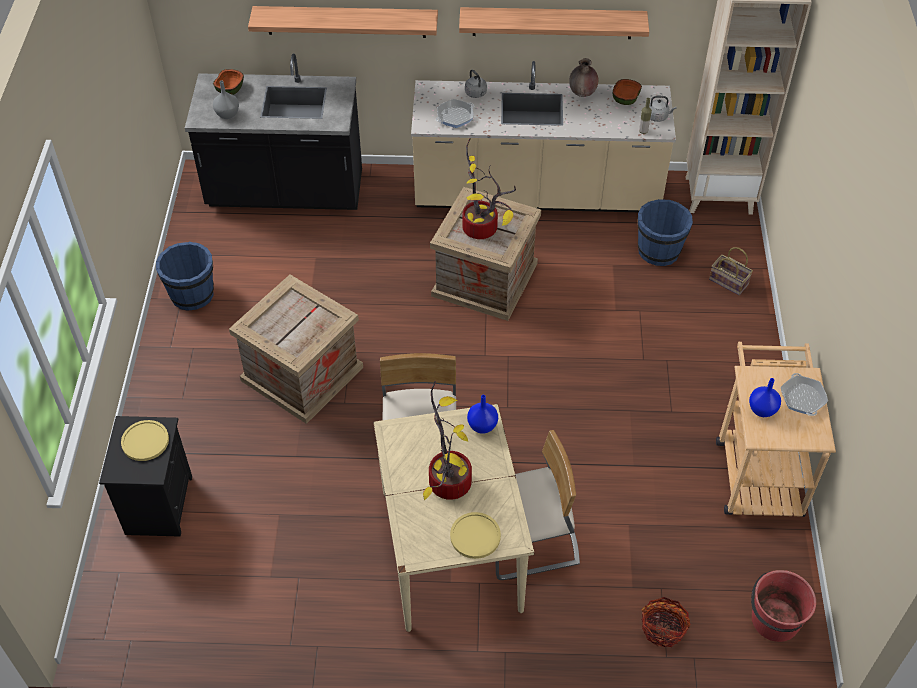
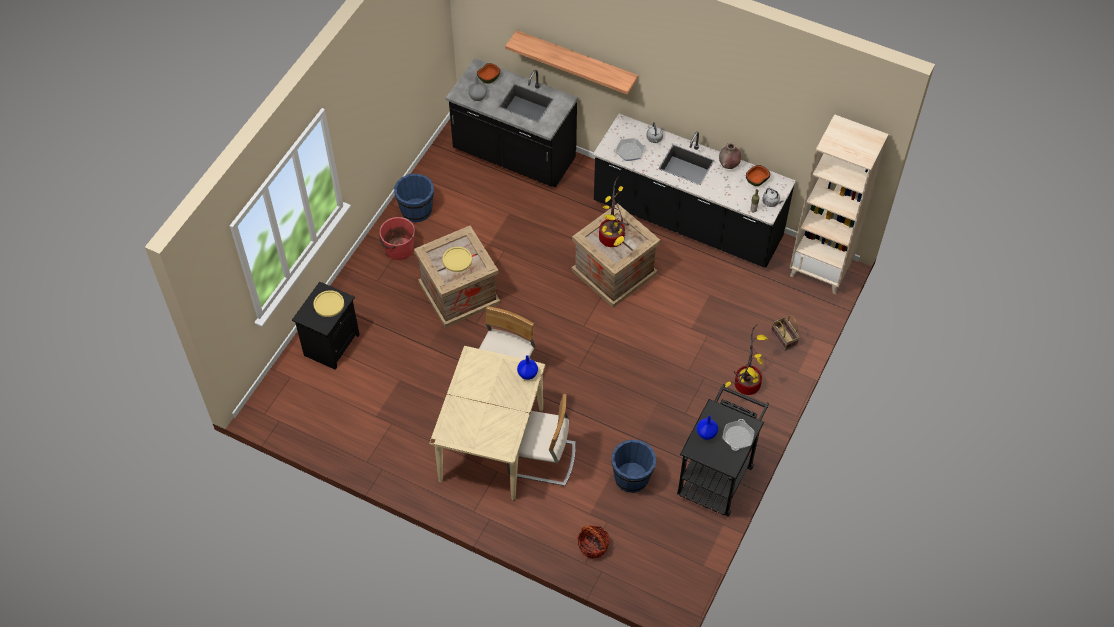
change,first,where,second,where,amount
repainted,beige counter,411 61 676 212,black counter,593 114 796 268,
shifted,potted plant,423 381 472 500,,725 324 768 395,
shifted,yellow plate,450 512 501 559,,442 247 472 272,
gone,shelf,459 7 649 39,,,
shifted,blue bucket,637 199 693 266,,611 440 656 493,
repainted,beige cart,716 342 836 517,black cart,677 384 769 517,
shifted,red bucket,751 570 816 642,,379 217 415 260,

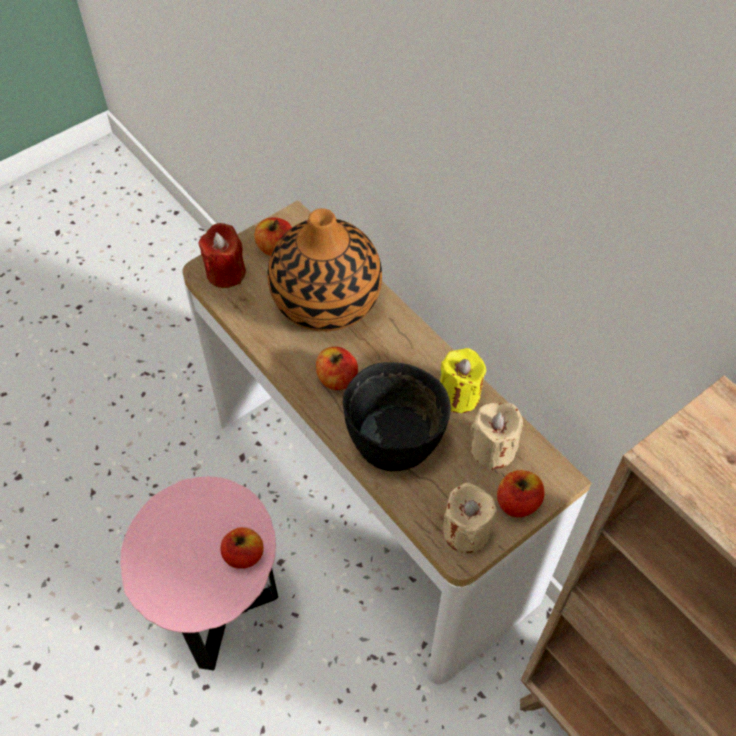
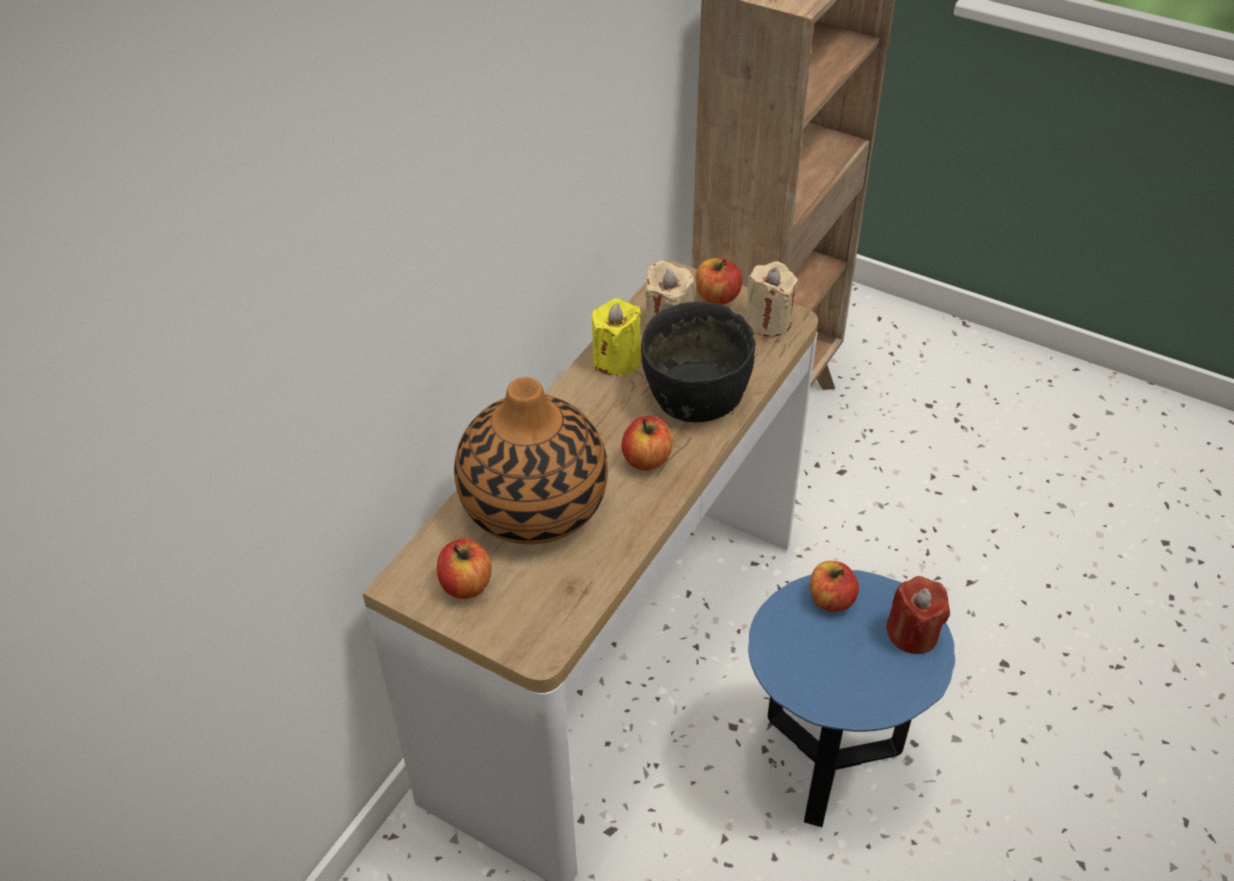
change,first,where,second,where,amount
repainted,pink side table,121 477 278 671,blue side table,748 570 955 827,
shifted,red candle,198 223 246 288,,886 576 950 654,

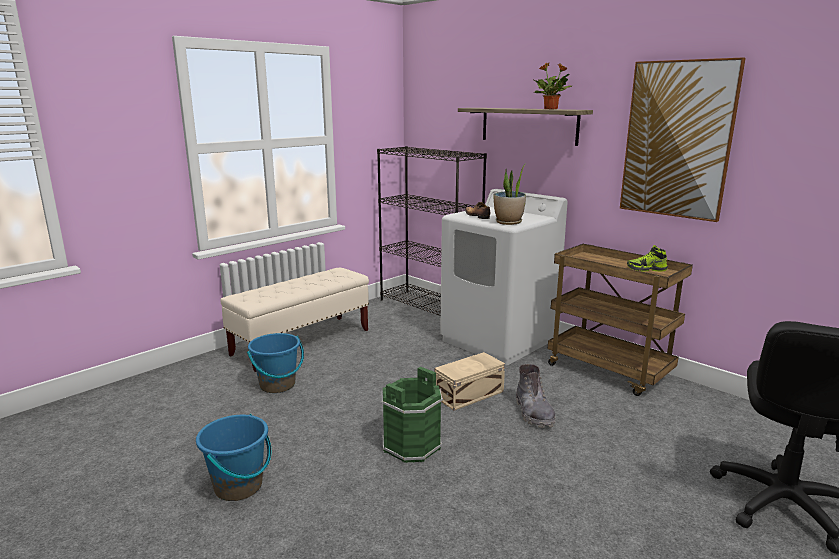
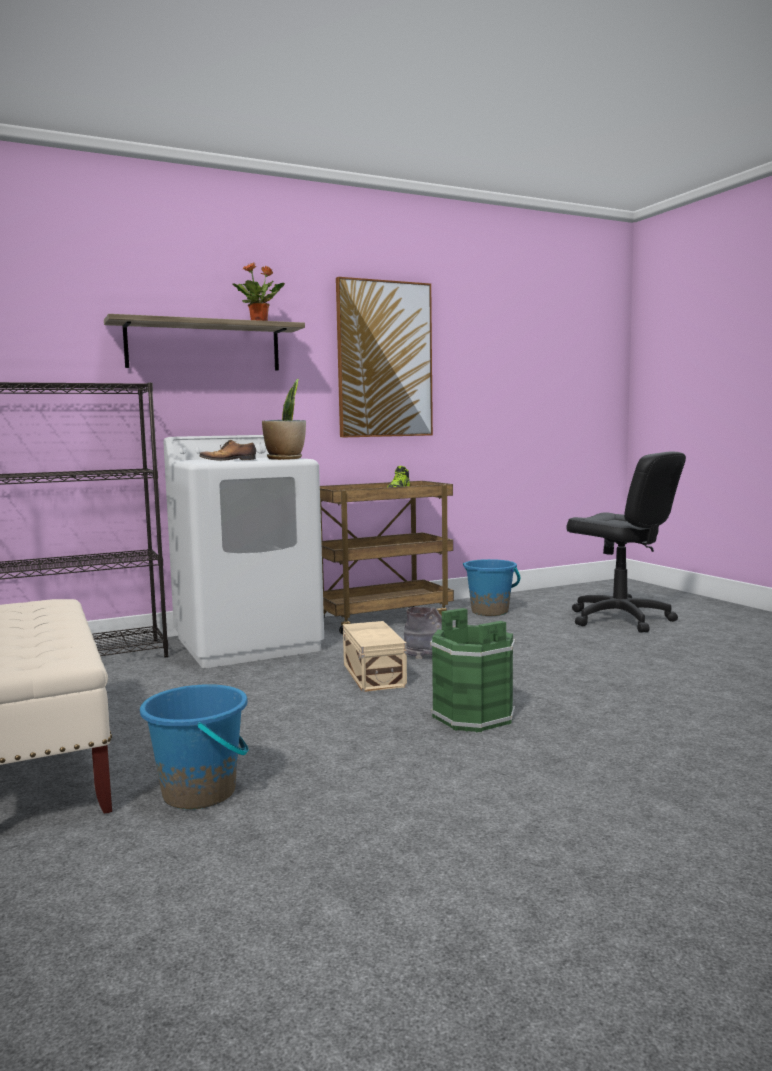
change,first,where,second,where,amount
shifted,blue bucket,196 414 271 501,,463 559 520 616,

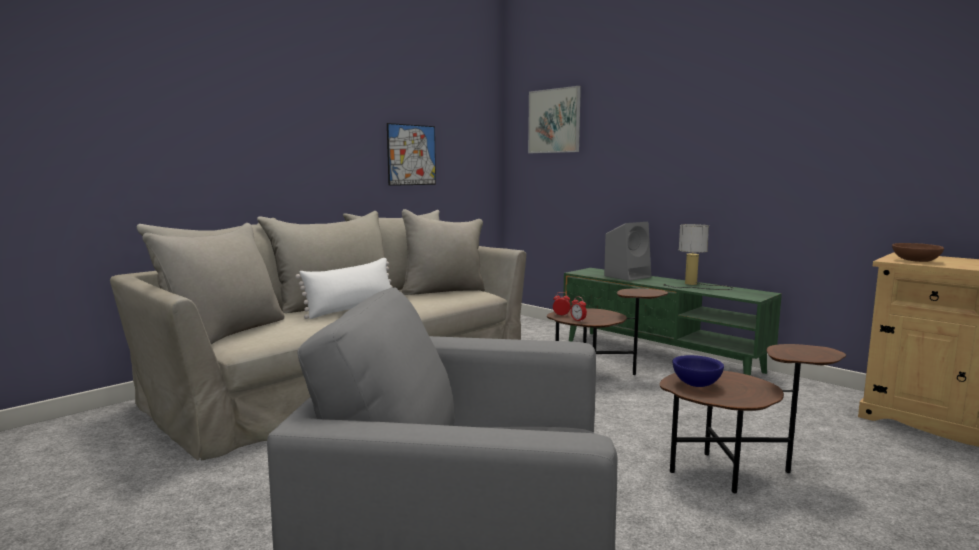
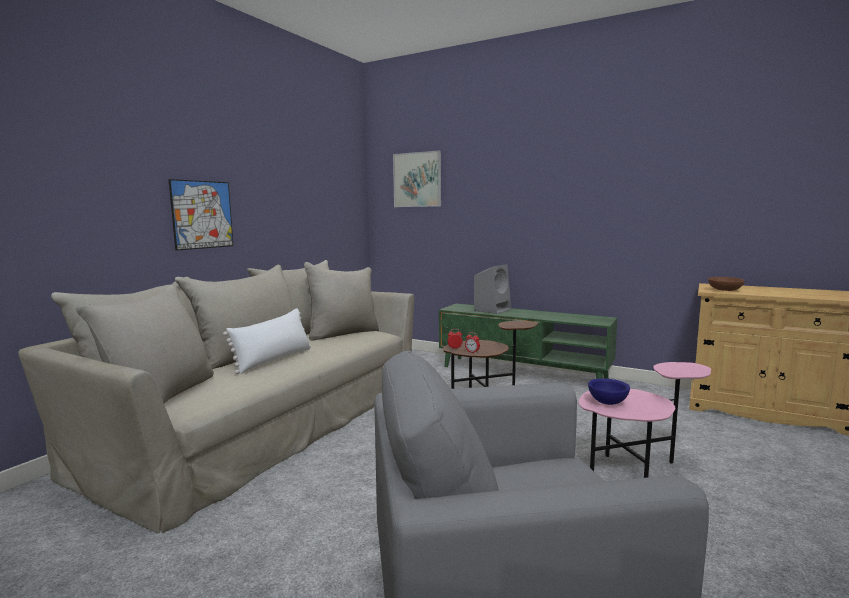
change,first,where,second,where,amount
shifted,picture,387 123 436 186,,168 179 233 251,
repainted,brown side table,660 344 846 493,pink side table,579 362 711 478,
gone,table lamp,664 224 734 290,,,

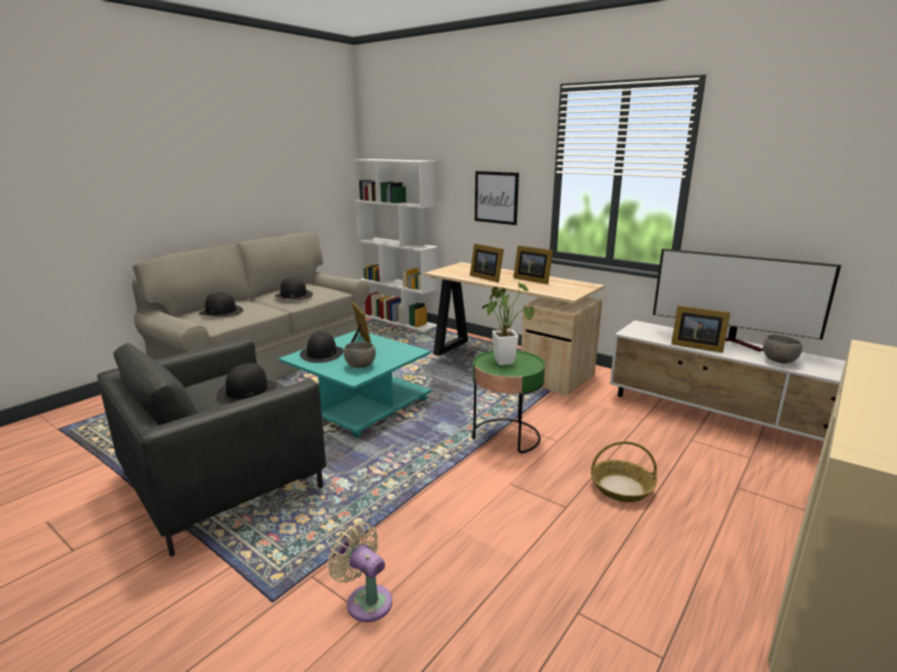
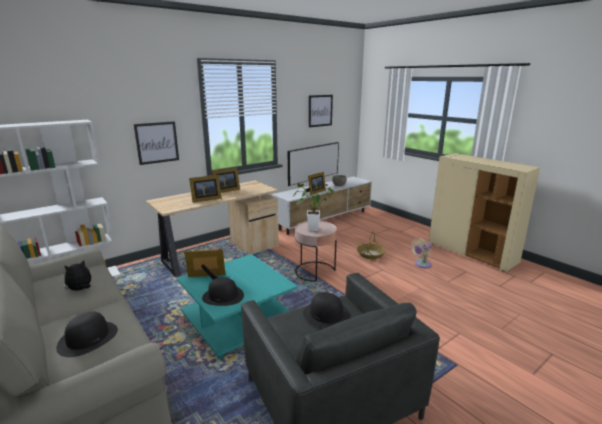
change,first,where,second,where,amount
swapped,black hat,275 278 313 300,plush toy,64 260 91 291,
shifted,beige fan,327 522 392 622,,411 238 432 268,
gone,grey bowl,344 342 376 368,,,
repainted,green side table,472 350 545 453,pink side table,295 221 337 282,
new,,,picture,309 95 333 127,

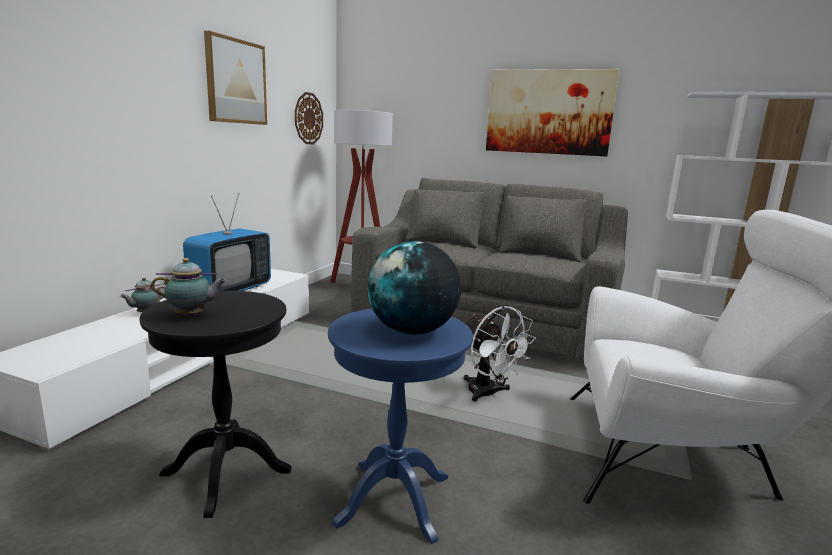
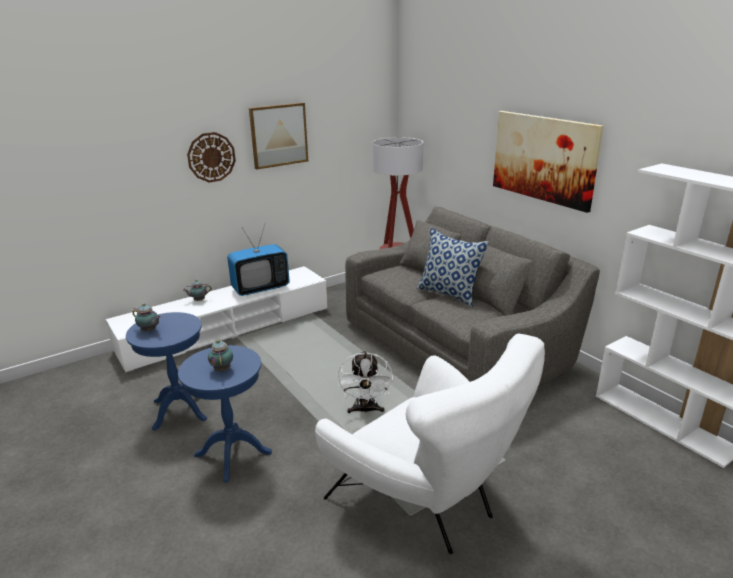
change,first,where,second,where,amount
repainted,black side table,140 291 292 518,blue side table,126 312 207 431,
shifted,wall clock,295 92 323 144,,187 132 236 182,
swapped,globe,368 241 461 335,teapot,208 340 233 371,
new,,,pillow,417 228 489 307,

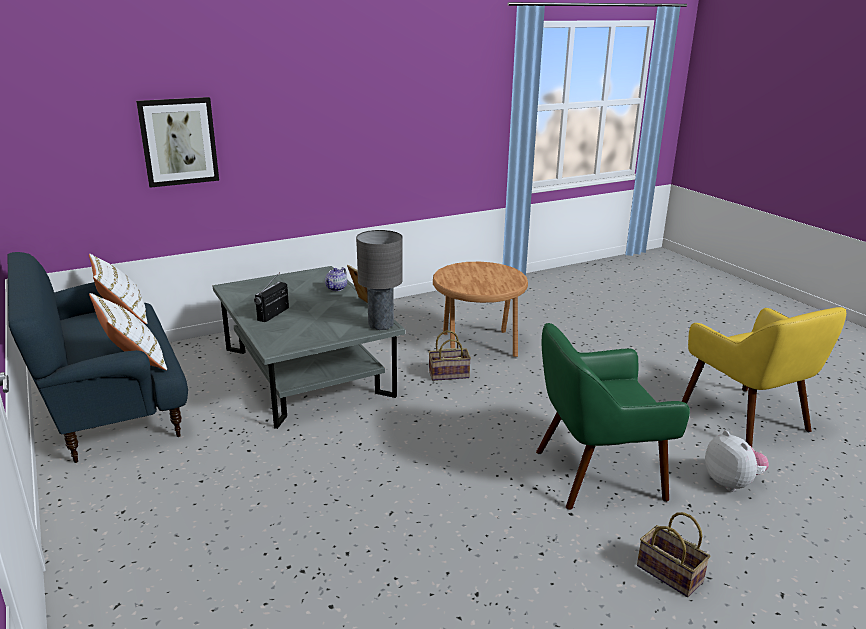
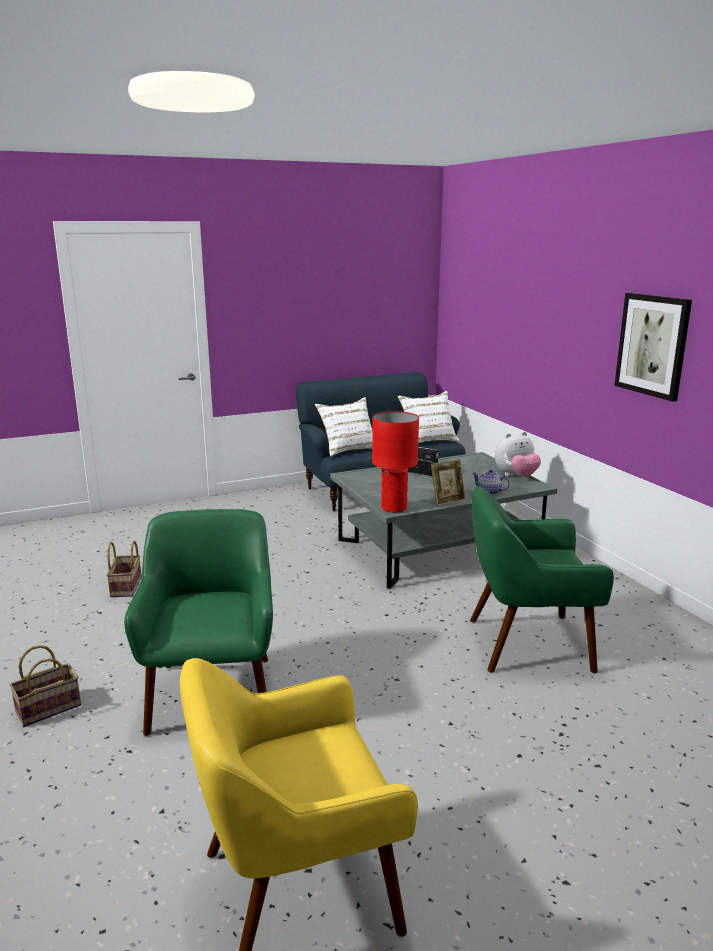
change,first,where,second,where,amount
shifted,picture,136 97 219 188,,614 293 692 402,
repainted,grey table lamp,356 230 403 330,red table lamp,372 411 419 513,
shifted,basket,429 330 471 381,,106 541 141 597,
swapped,brown side table,433 262 528 357,green armchair,470 486 614 673,
shifted,plush toy,705 430 769 491,,495 432 541 477,

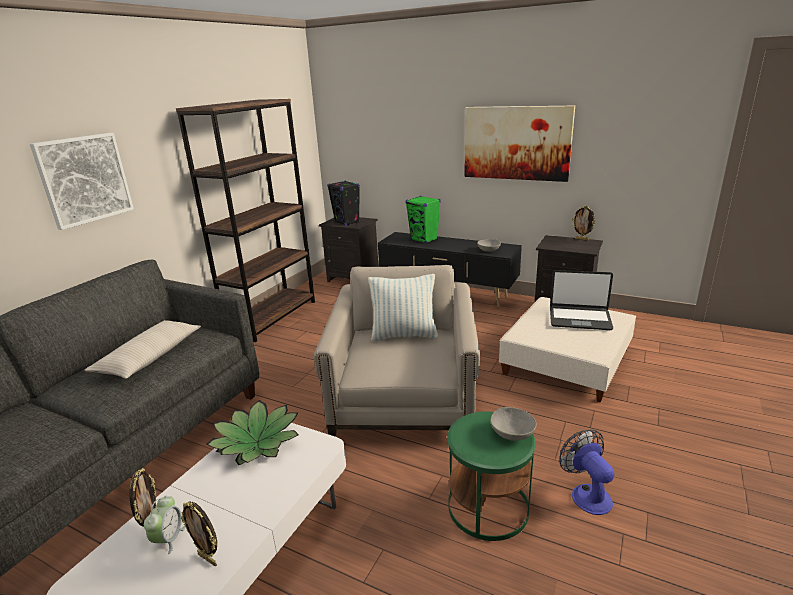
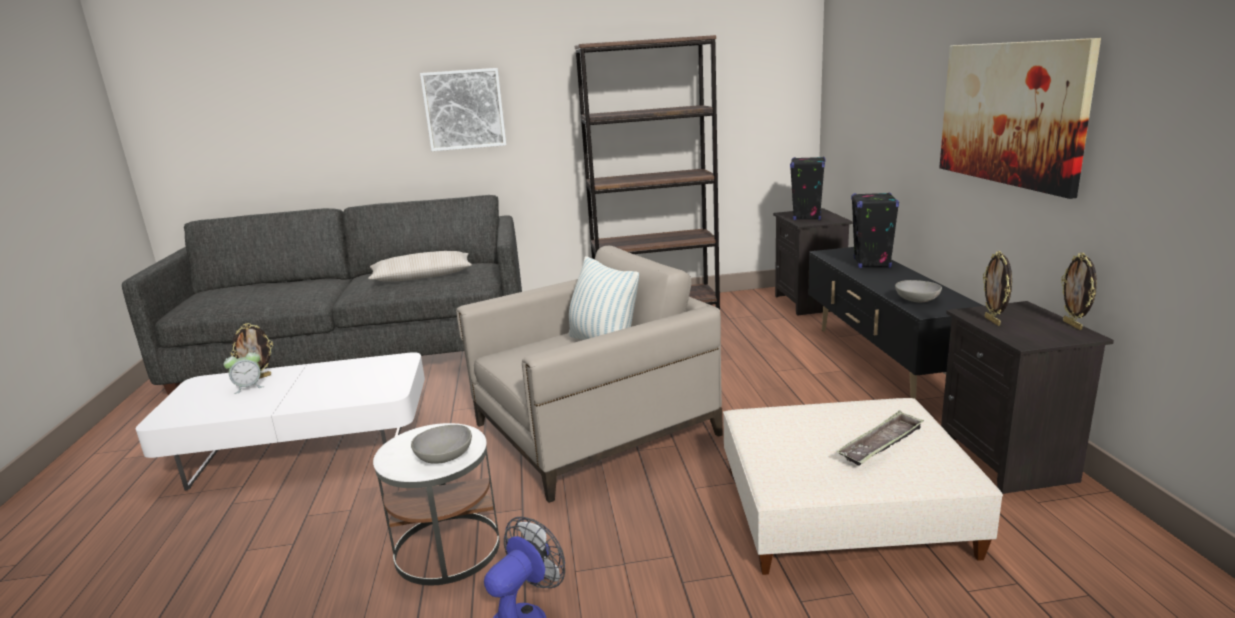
change,first,where,second,where,amount
shifted,picture frame,181 501 217 566,,983 251 1012 326,
gone,potted plant,206 400 299 465,,,
repainted,green speaker,405 196 441 244,black speaker,851 193 899 268,
repainted,green side table,448 411 536 541,white side table,373 423 500 585,
swapped,laptop,550 270 613 330,tray,837 411 924 466,

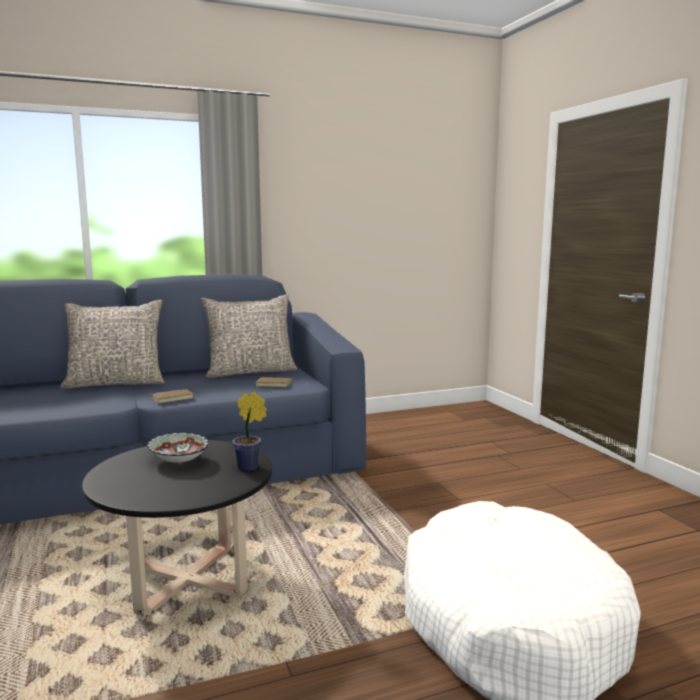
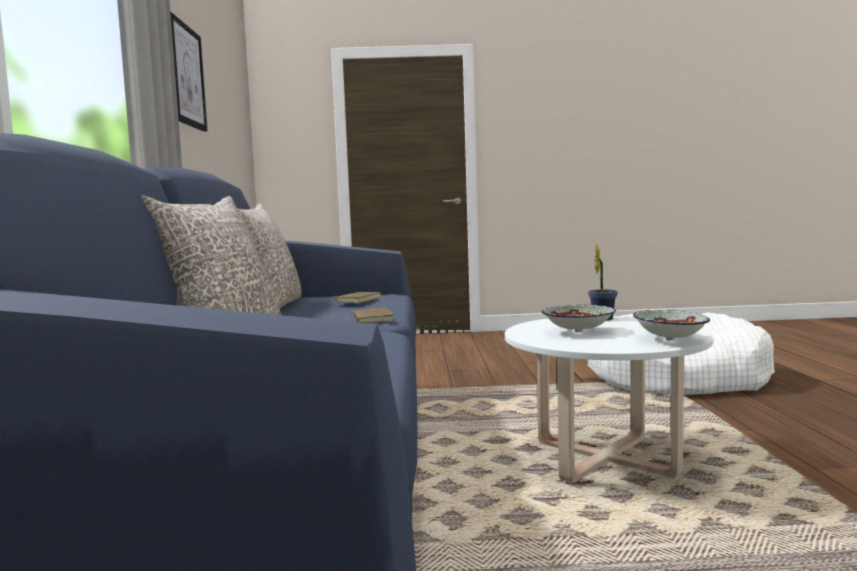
change,first,where,second,where,amount
repainted,black coffee table,82 440 272 617,white coffee table,505 316 714 483,
new,,,picture,170 12 207 132,
new,,,bowl,633 310 710 341,

